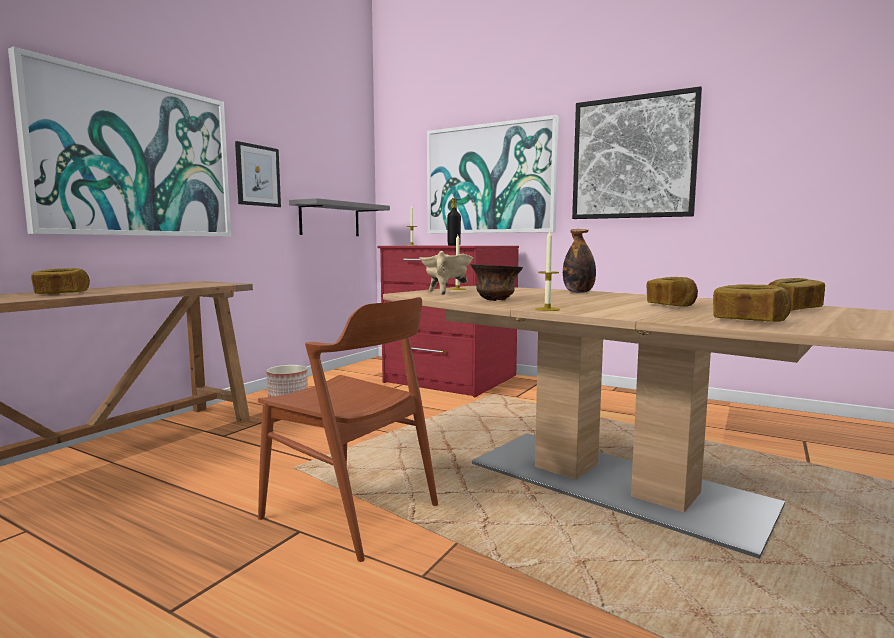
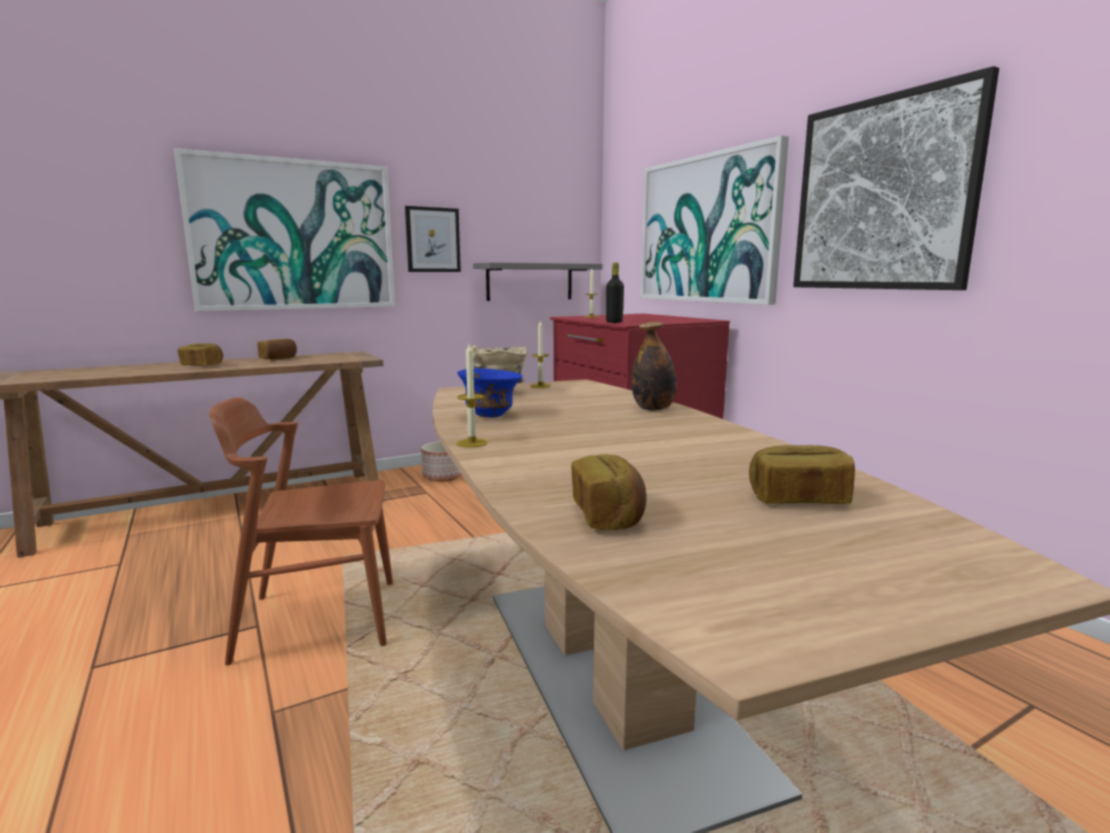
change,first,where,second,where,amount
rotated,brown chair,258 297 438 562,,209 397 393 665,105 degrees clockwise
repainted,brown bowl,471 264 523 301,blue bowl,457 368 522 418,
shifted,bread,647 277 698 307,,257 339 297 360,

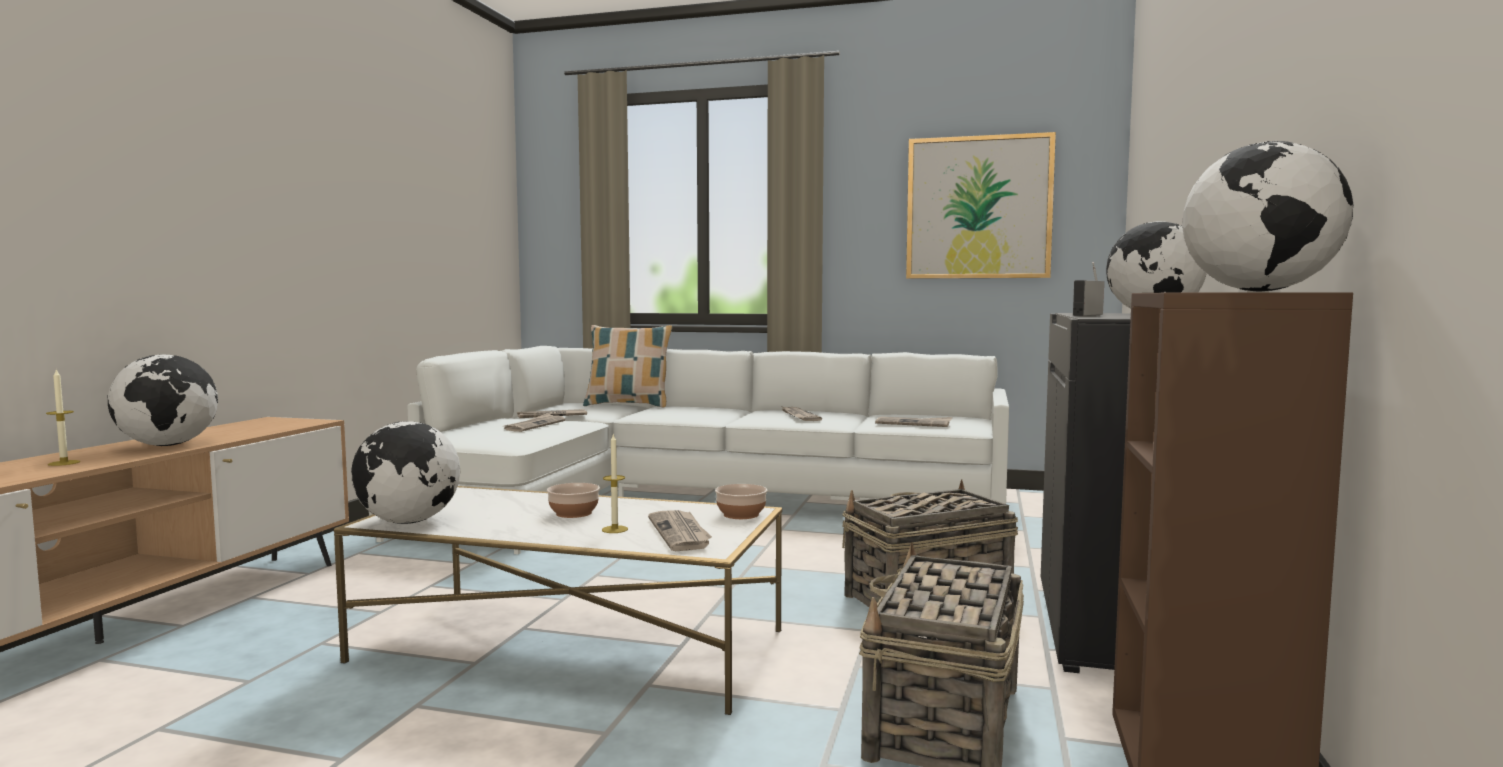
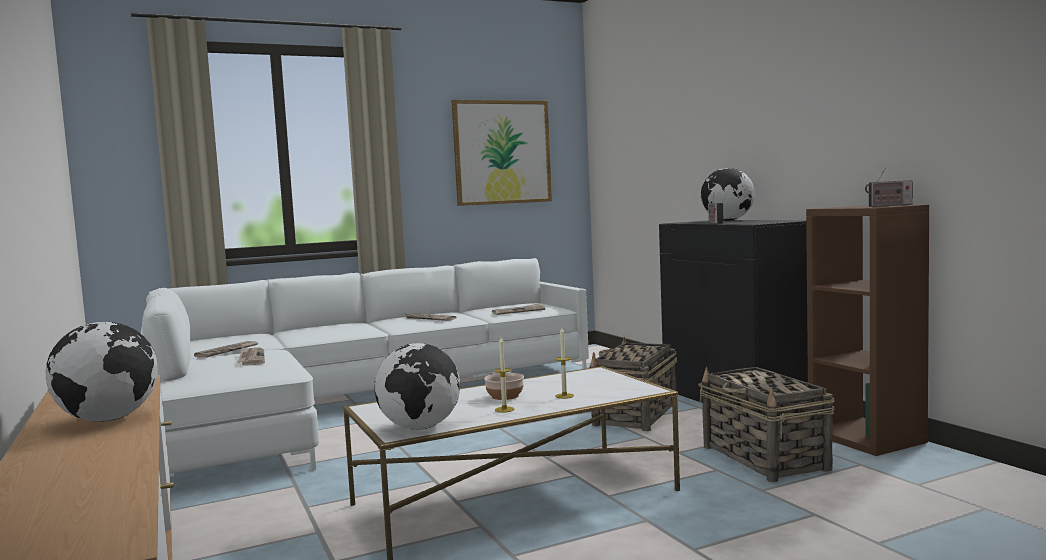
change,first,where,second,where,amount
shifted,candle,46 369 80 466,,494 338 514 413,
gone,pillow,583 325 672 407,,,
gone,newspaper,648 510 712 551,,,
gone,bowl,715 484 767 519,,,
swapped,globe,1182 141 1353 292,radio,865 168 913 207,

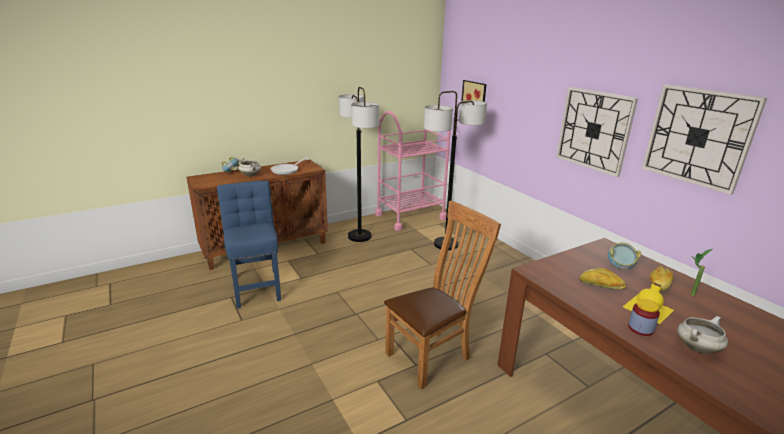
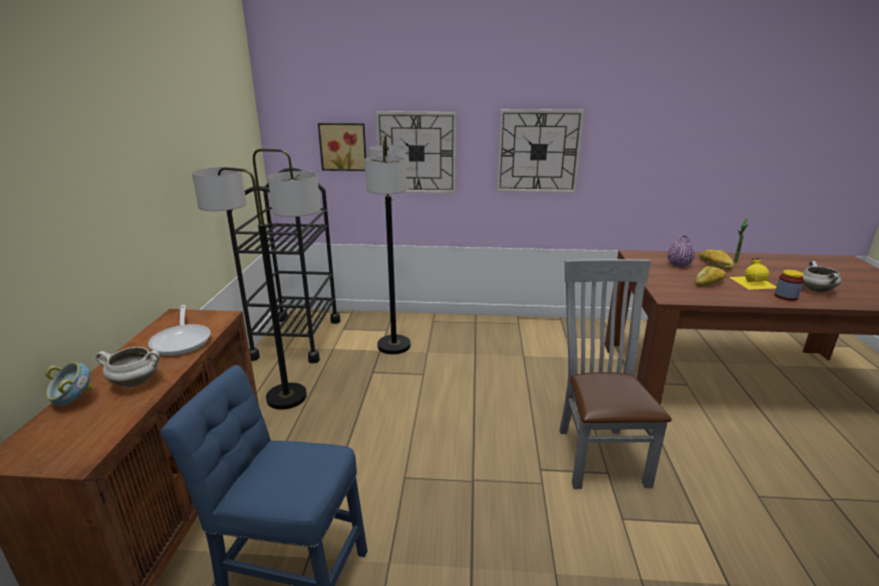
change,first,where,second,where,amount
repainted,pink cart,375 111 451 231,black cart,227 168 341 363,
repainted,brown chair,384 201 501 390,grey chair,559 259 672 489,
swapped,bowl,608 243 641 269,purple vase,668 235 694 268,
shifted,wall clock,642 84 767 195,,375 111 457 194,

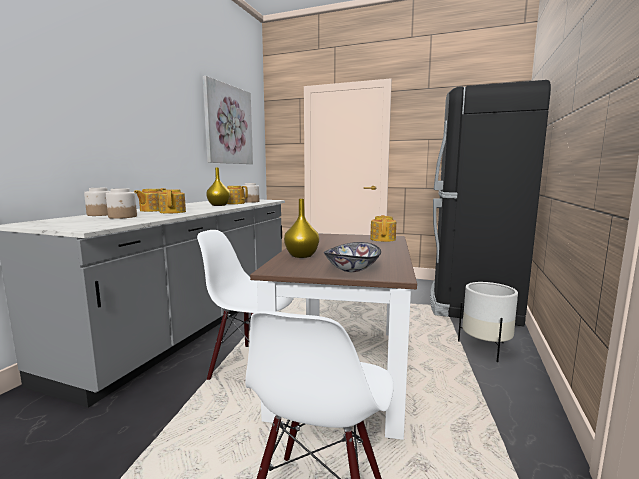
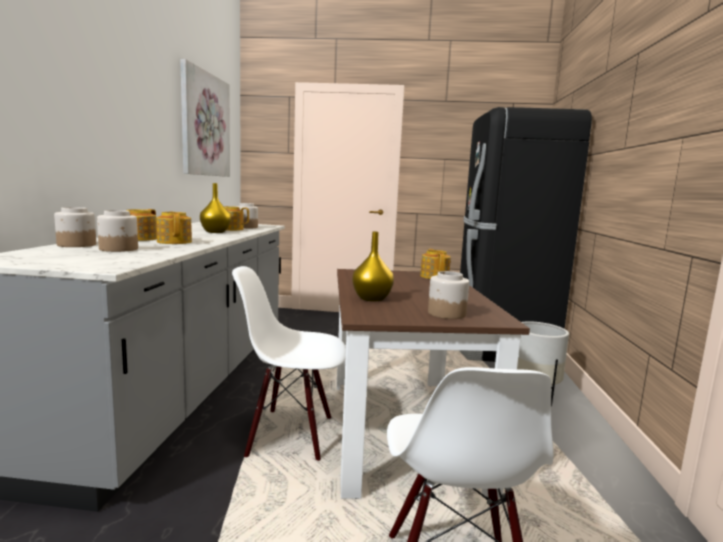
change,first,where,second,where,amount
swapped,bowl,324 242 381 272,jar,428 271 469 319,

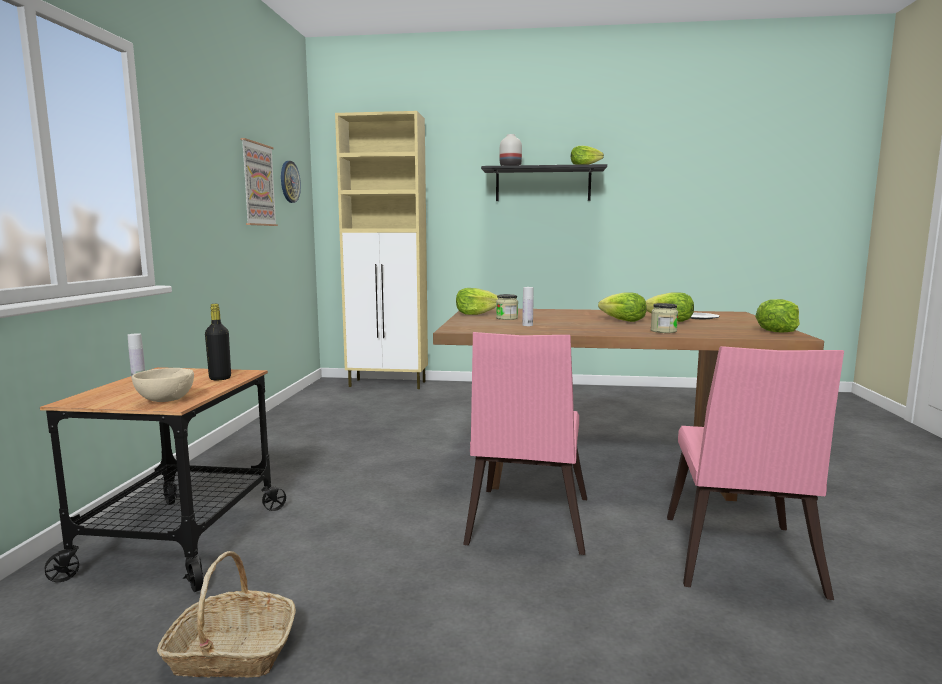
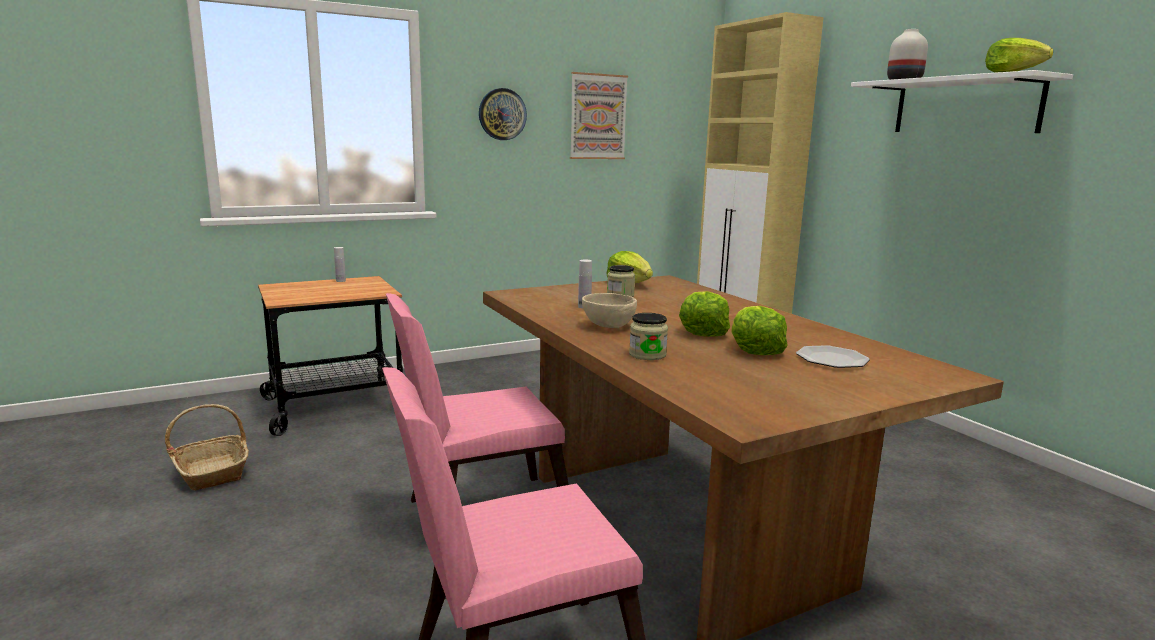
change,first,where,second,where,amount
shifted,beige bowl,132 368 194 402,,582 293 637 328,
gone,black bottle,205 304 231 380,,,
shifted,wall clock,281 161 301 203,,479 88 527 140,
repainted,black shelf,481 164 607 201,white shelf,851 70 1073 133,
gone,lettuce,755 299 800 332,,,

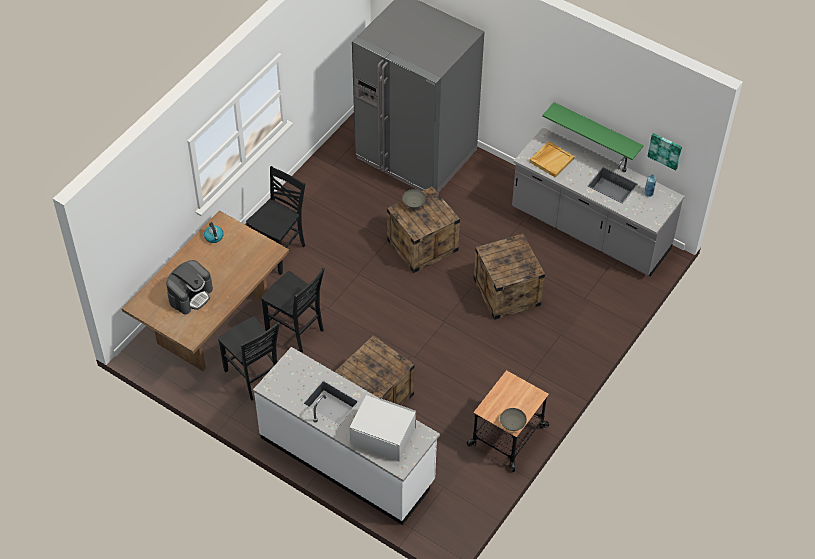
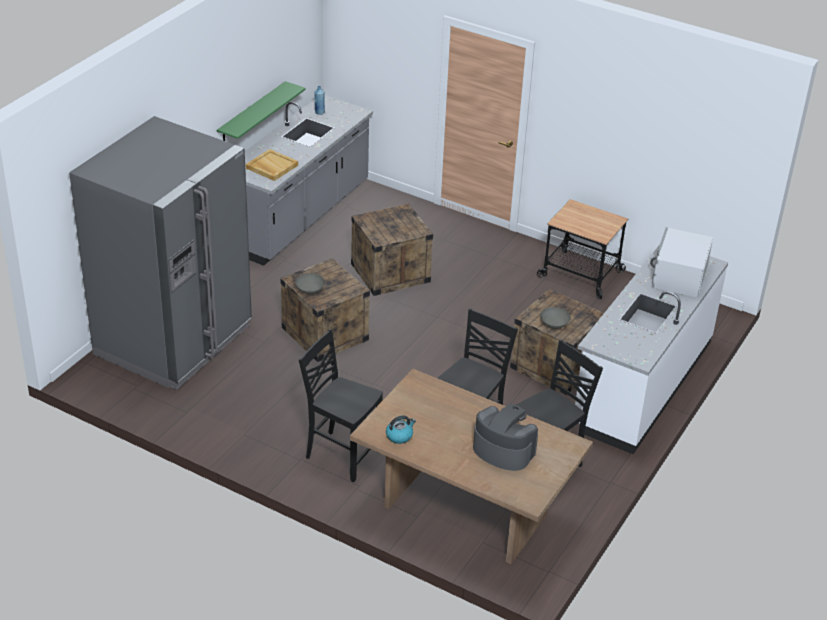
change,first,where,second,where,amount
shifted,grey bowl,500 408 527 431,,540 307 571 329,
gone,picture,647 133 682 170,,,

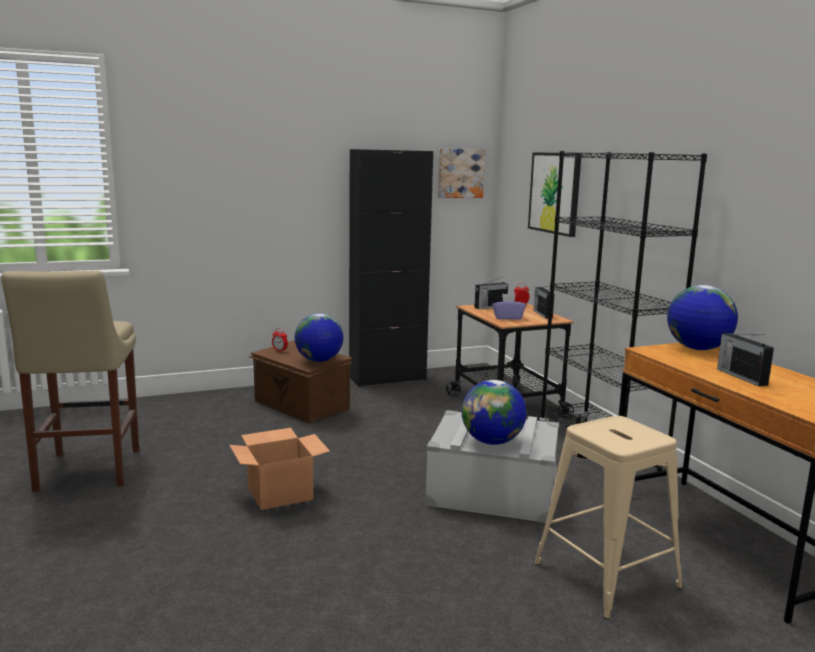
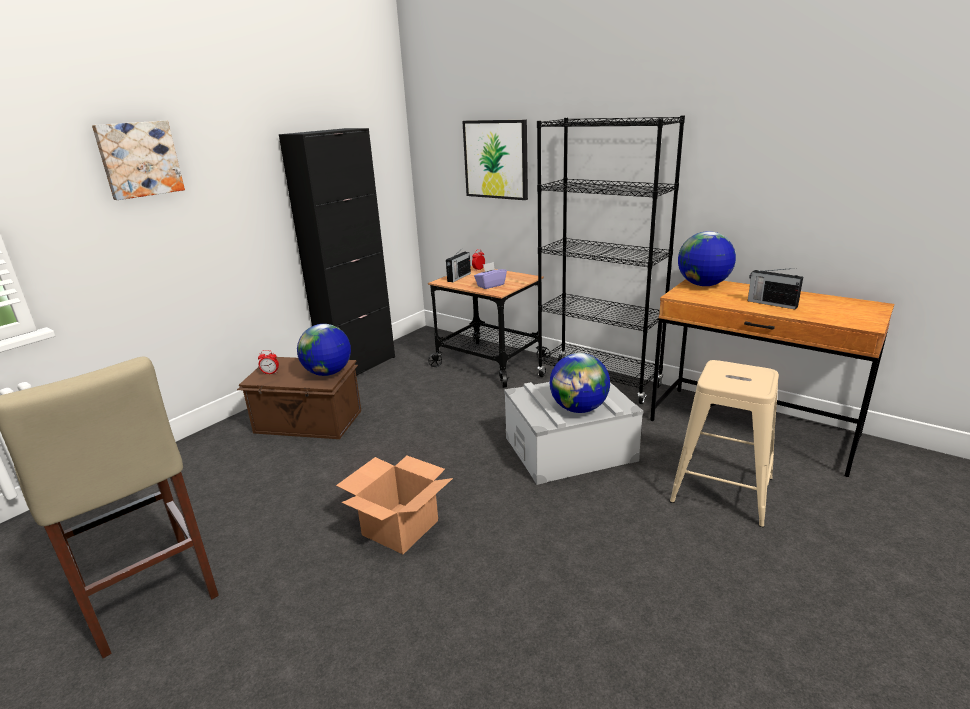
change,first,where,second,where,amount
shifted,picture,438 148 485 198,,92 121 185 200,
gone,radio,533 286 554 319,,,

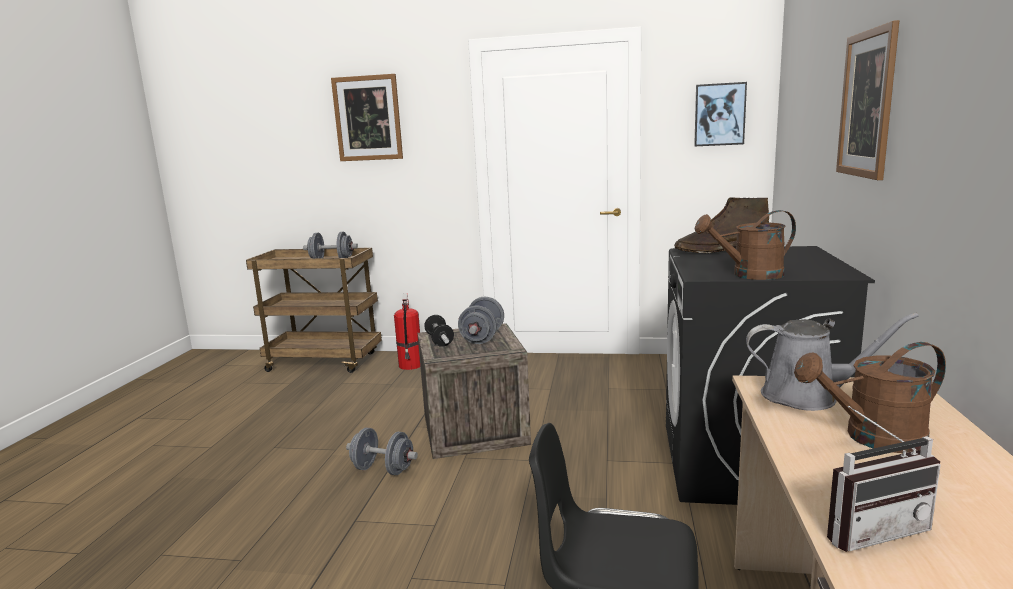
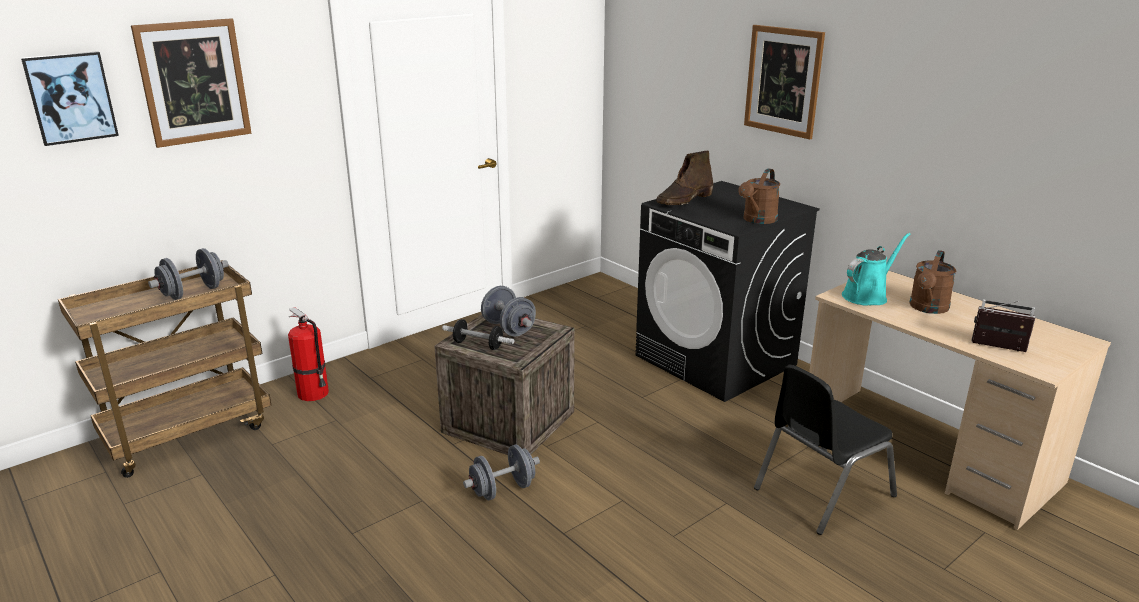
change,first,where,second,where,amount
shifted,picture,694 82 747 146,,21 51 119 146,
repainted,grey watering can,746 313 919 411,turquoise watering can,842 233 911 306,
rotated,radio,827 405 941 552,,971 299 1036 352,90 degrees counterclockwise

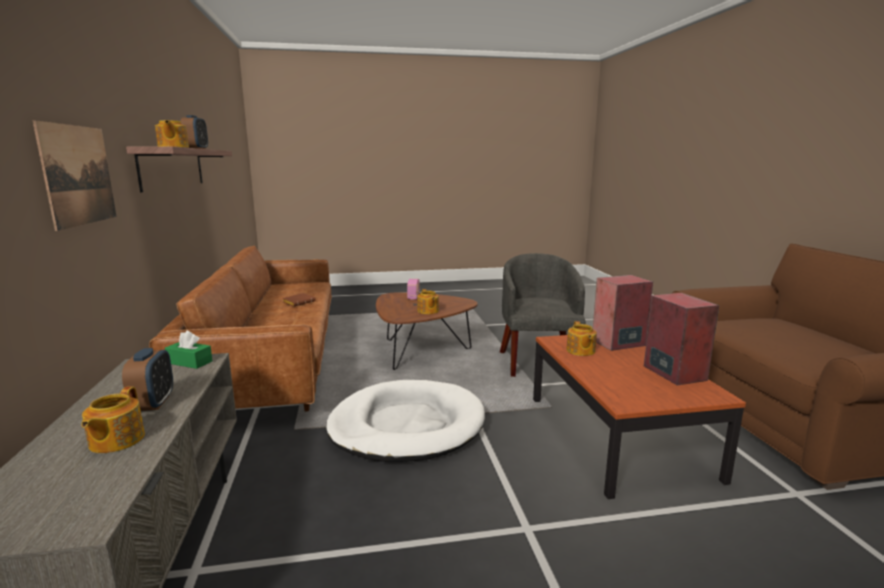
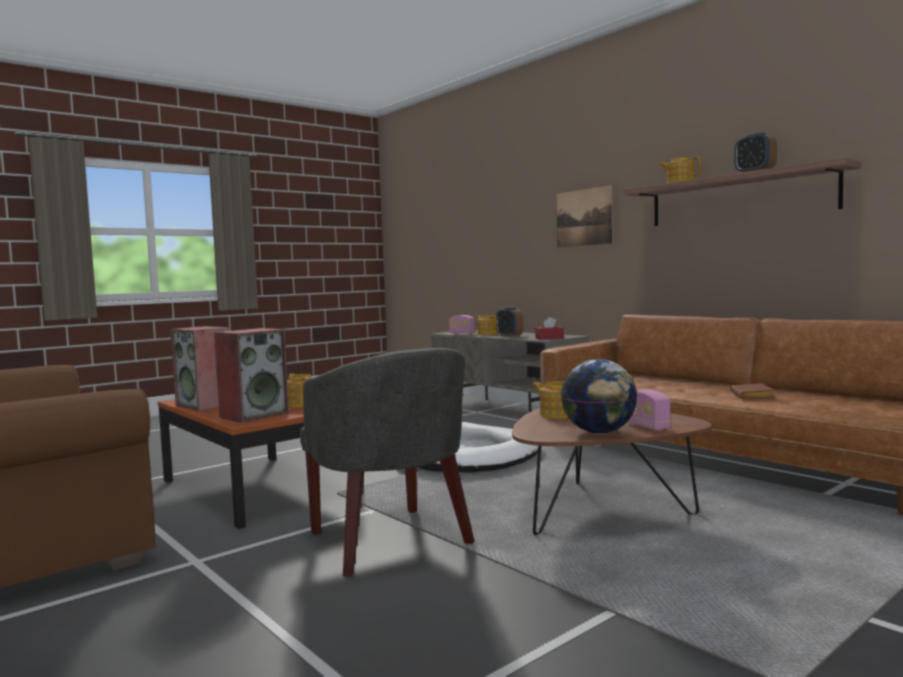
change,first,where,second,where,amount
repainted,green tissue box,165 331 212 369,red tissue box,535 317 564 340,
new,,,radio,449 315 475 334,
new,,,globe,561 359 637 434,

